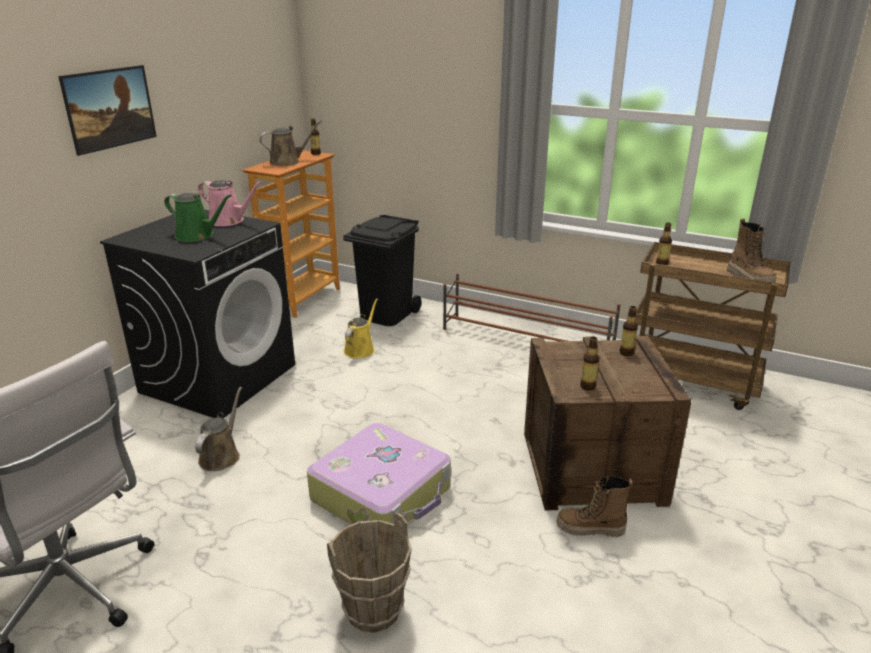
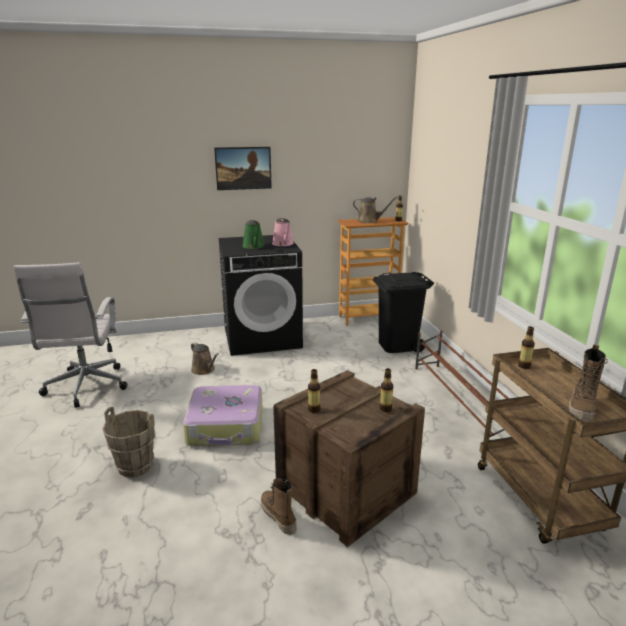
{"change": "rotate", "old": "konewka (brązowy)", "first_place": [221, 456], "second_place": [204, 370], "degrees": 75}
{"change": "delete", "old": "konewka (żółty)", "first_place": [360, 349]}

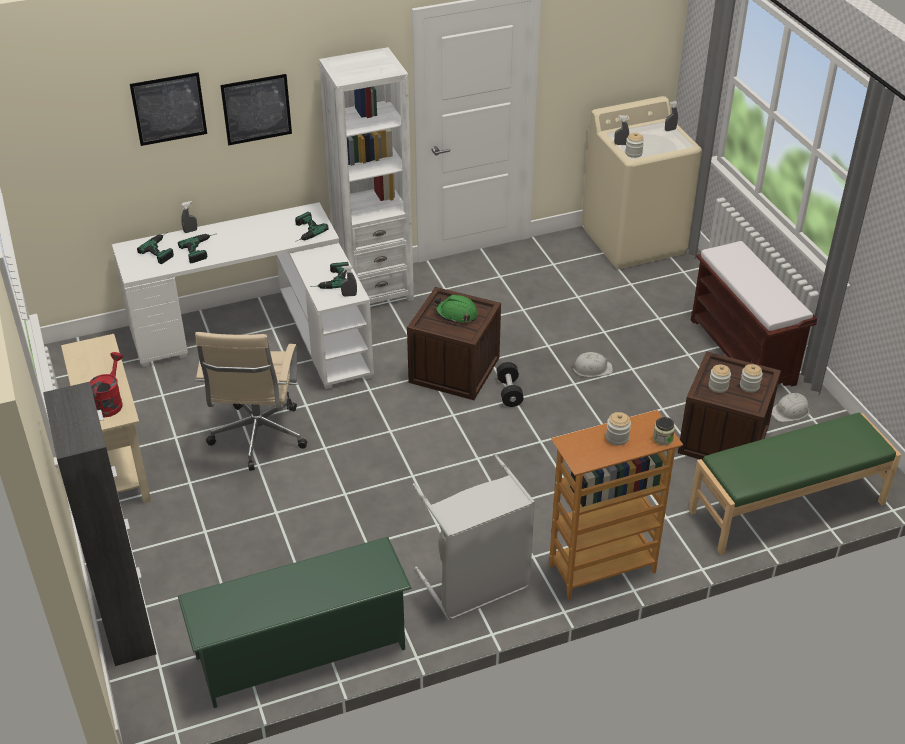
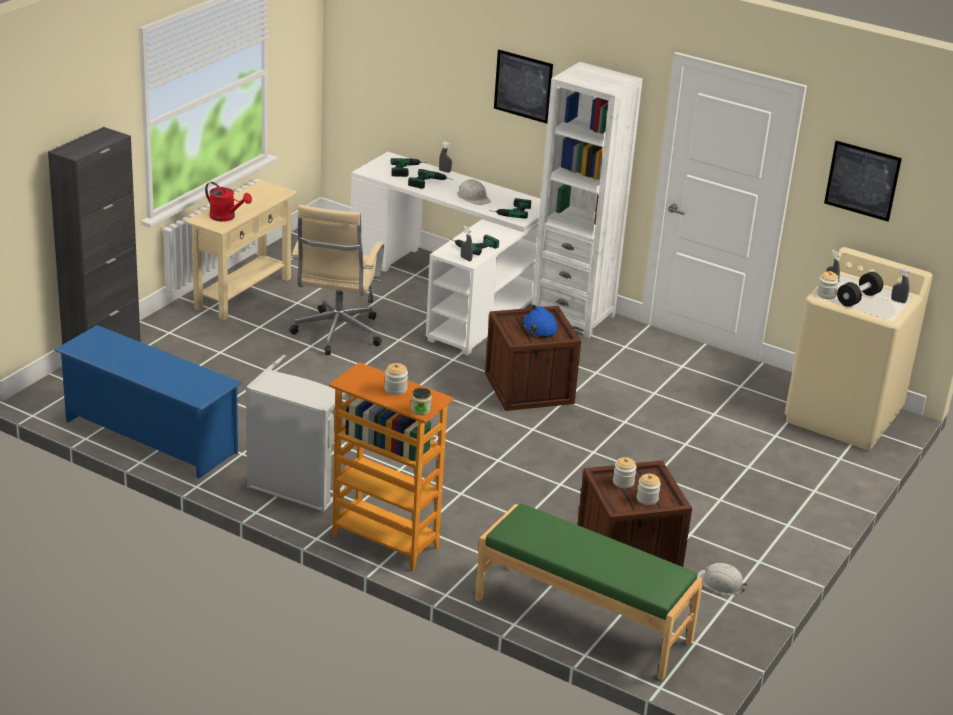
{"change": "recolor", "old": "regał na buty (zielony)", "new": "regał na buty (niebieski)", "first_place": [302, 653], "second_place": [150, 436]}
{"change": "rotate", "old": "konewka (czerwony)", "first_place": [110, 402], "second_place": [226, 217], "degrees": 60}
{"change": "rotate", "old": "krzesło biurowe (beżowy)", "first_place": [258, 439], "second_place": [337, 335], "degrees": -45}
{"change": "move", "old": "kask (biały)", "first_place": [592, 368], "second_place": [473, 197]}
{"change": "recolor", "old": "kask (zielony)", "new": "kask (niebieski)", "first_place": [456, 314], "second_place": [539, 328]}
{"change": "move", "old": "obraz", "first_place": [169, 109], "second_place": [862, 180]}
{"change": "move", "old": "hantel (czarny)", "first_place": [509, 392], "second_place": [858, 299]}
{"change": "delete", "old": "ławka (brązowy)", "first_place": [743, 352]}

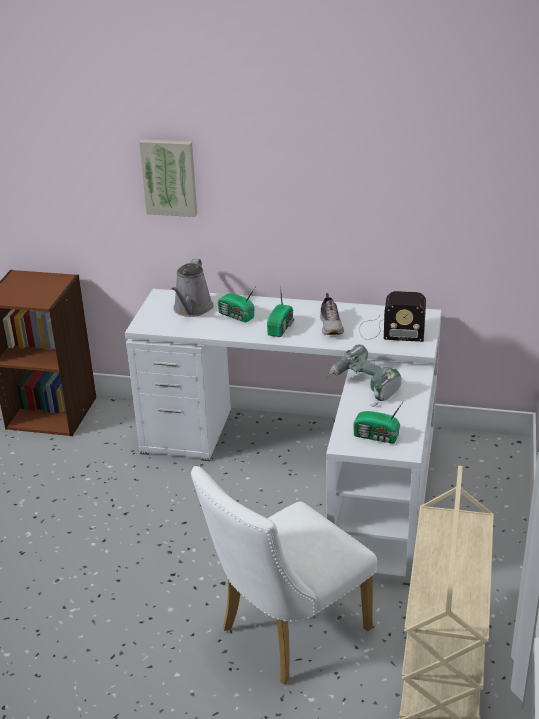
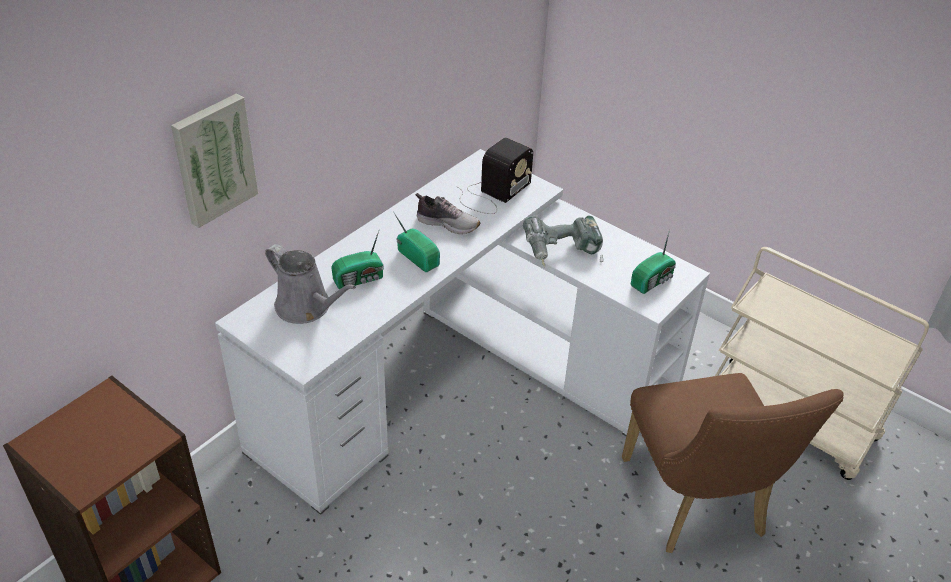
{"change": "recolor", "old": "krzesło (biały)", "new": "krzesło (brązowy)", "first_place": [286, 633], "second_place": [697, 505]}

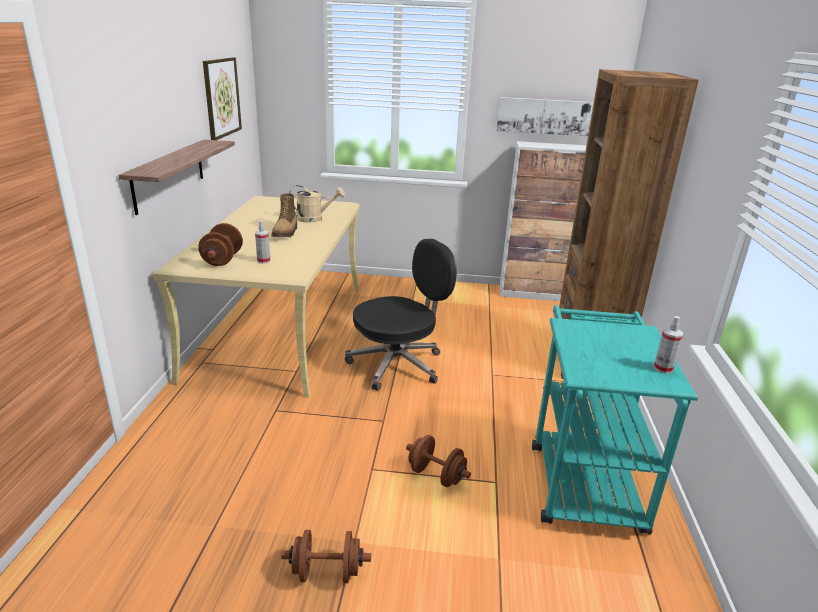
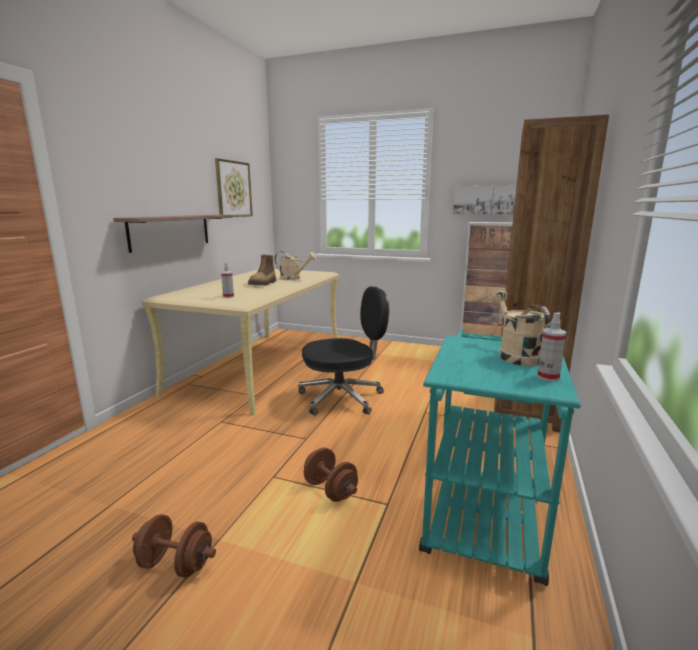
{"change": "insert", "new": "konewka (beżowy)", "second_place": [516, 355]}
{"change": "delete", "old": "hantel (brązowy)", "first_place": [222, 260]}

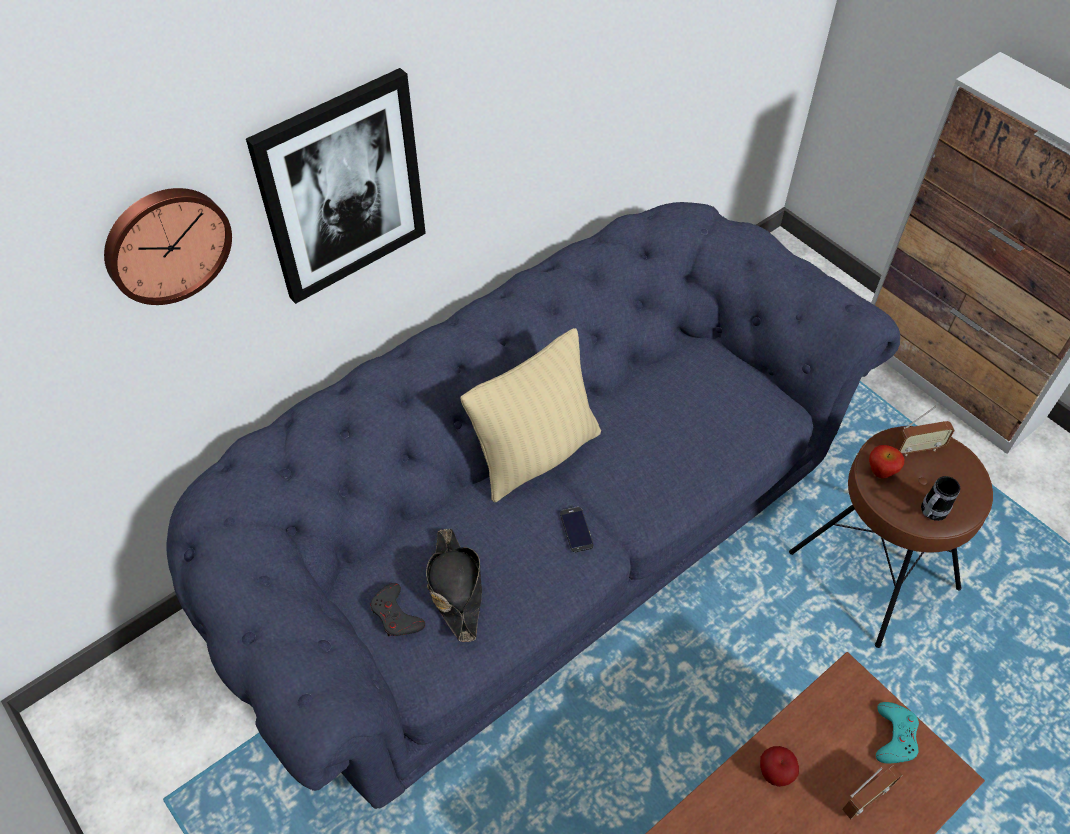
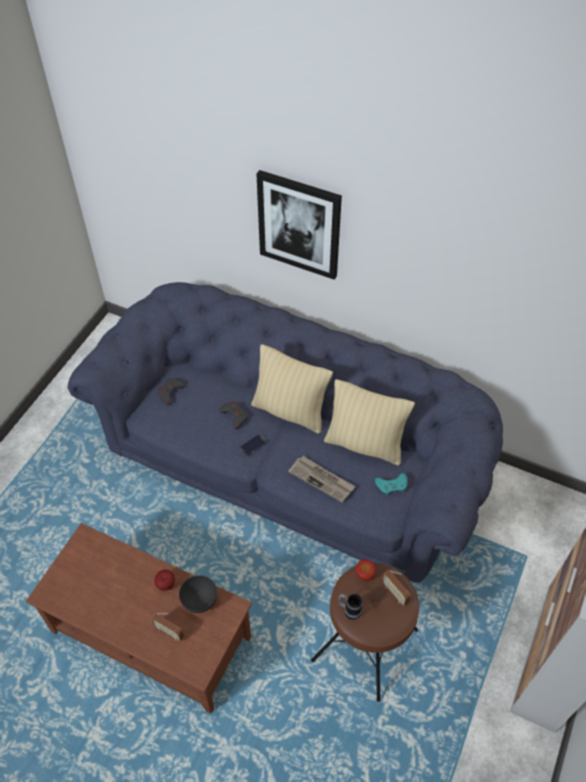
{"change": "insert", "new": "miska (szary)", "second_place": [200, 601]}
{"change": "insert", "new": "pad do gier (szary)", "second_place": [234, 416]}
{"change": "insert", "new": "gazeta", "second_place": [322, 479]}
{"change": "insert", "new": "poduszka (beżowy)", "second_place": [364, 444]}
{"change": "move", "old": "pad do gier (turkusowy)", "first_place": [895, 736], "second_place": [392, 485]}
{"change": "delete", "old": "zegar ścienny", "first_place": [166, 243]}
{"change": "delete", "old": "kapelusz (czarny)", "first_place": [456, 587]}

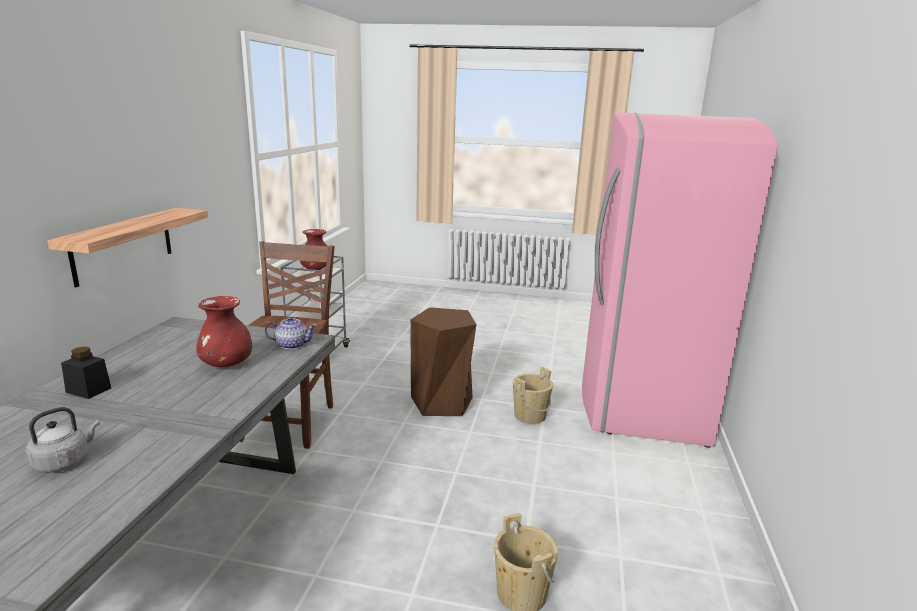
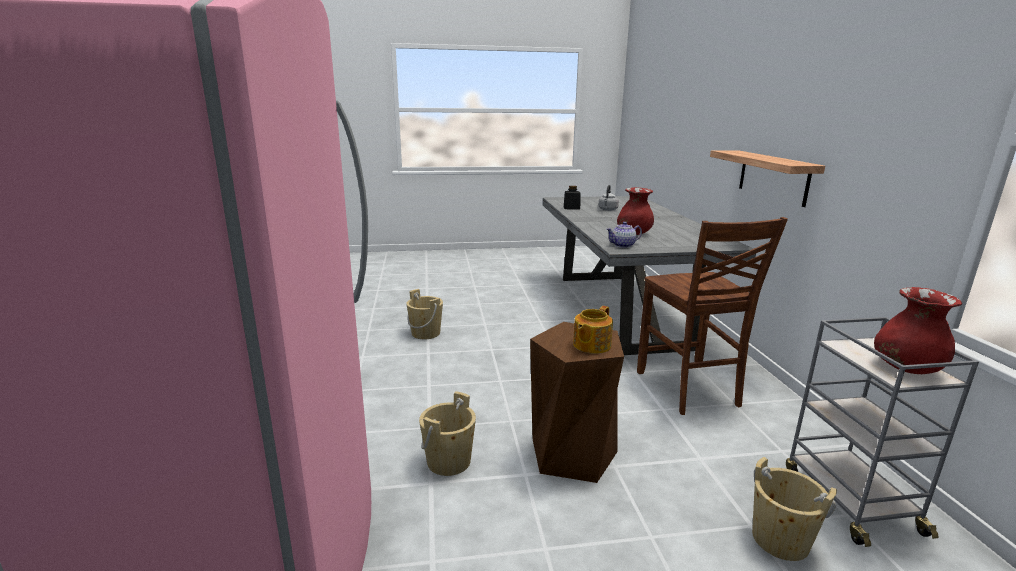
{"change": "move", "old": "słoik (czarny)", "first_place": [88, 390], "second_place": [571, 208]}
{"change": "insert", "new": "imbryk", "second_place": [591, 345]}
{"change": "insert", "new": "wiadro (beżowy)", "second_place": [780, 540]}

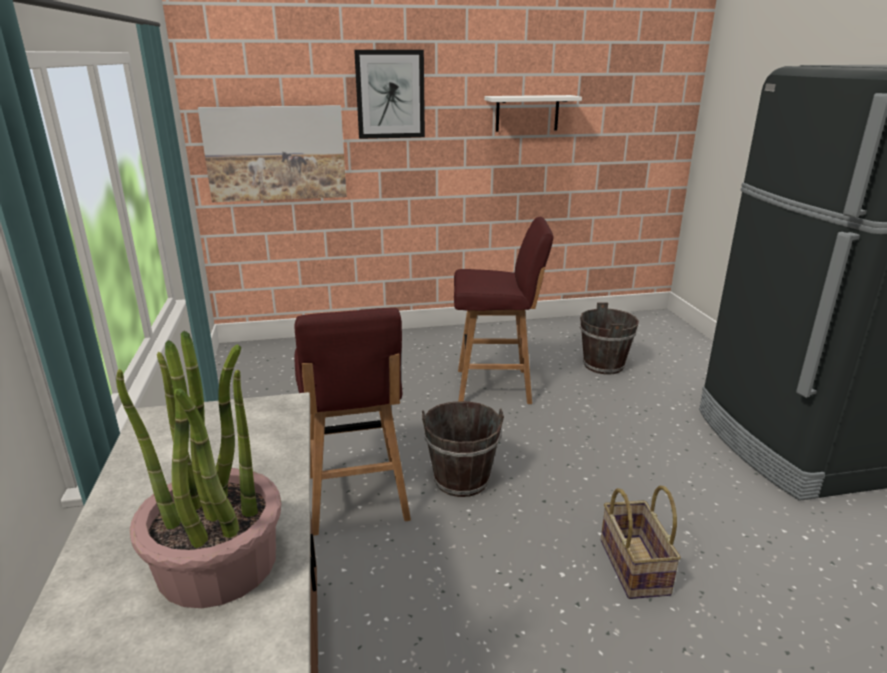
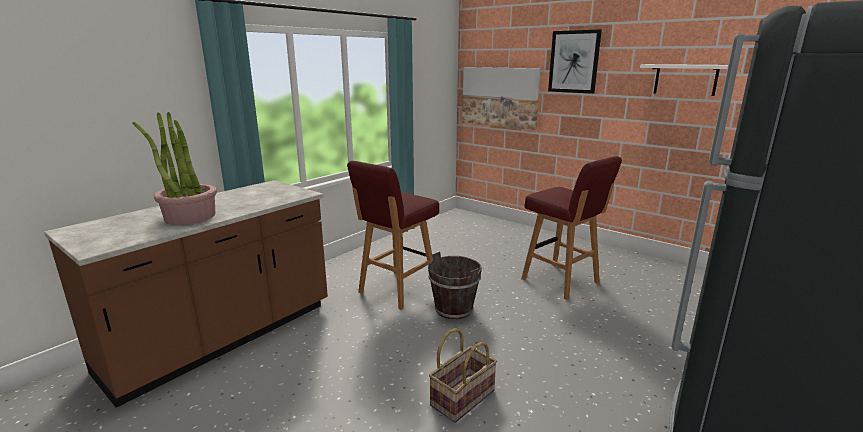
{"change": "delete", "old": "wiadro (brązowy)", "first_place": [604, 365]}

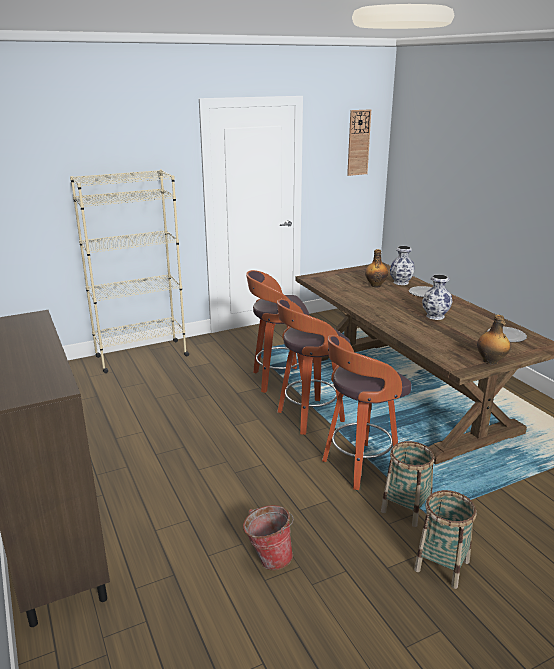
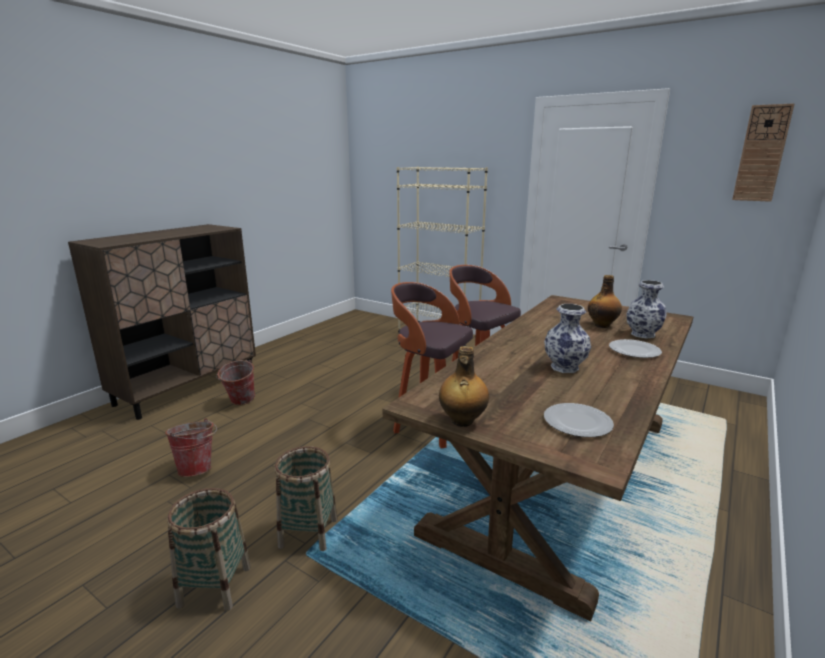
{"change": "insert", "new": "wiadro", "second_place": [239, 402]}
{"change": "delete", "old": "stołek", "first_place": [359, 467]}

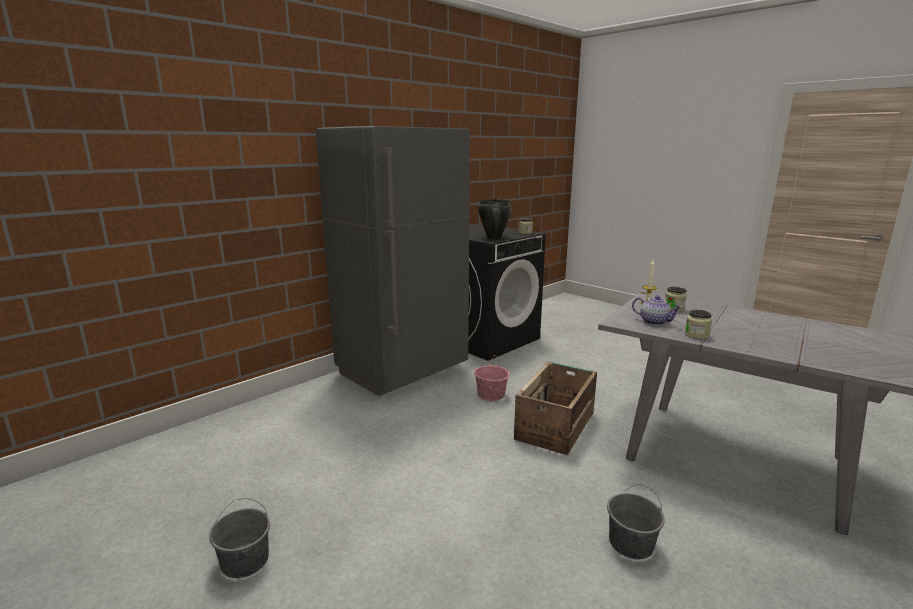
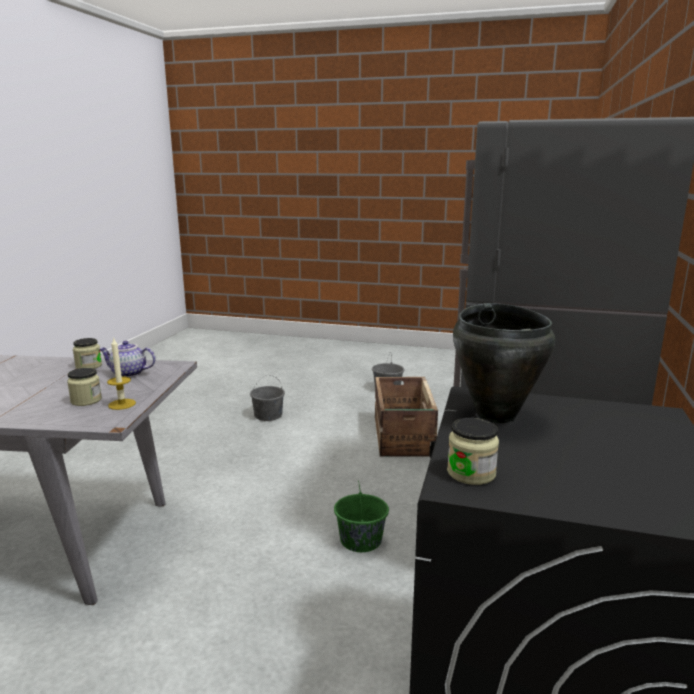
{"change": "move", "old": "wiadro (szary)", "first_place": [630, 543], "second_place": [268, 415]}
{"change": "recolor", "old": "wiadro (różowy)", "new": "wiadro (zielony)", "first_place": [491, 394], "second_place": [361, 540]}
{"change": "move", "old": "skrzynka", "first_place": [556, 425], "second_place": [402, 437]}

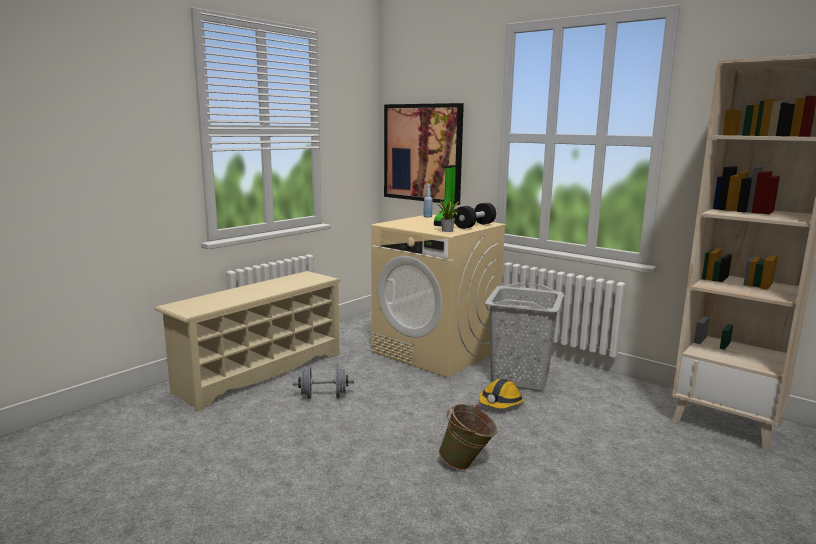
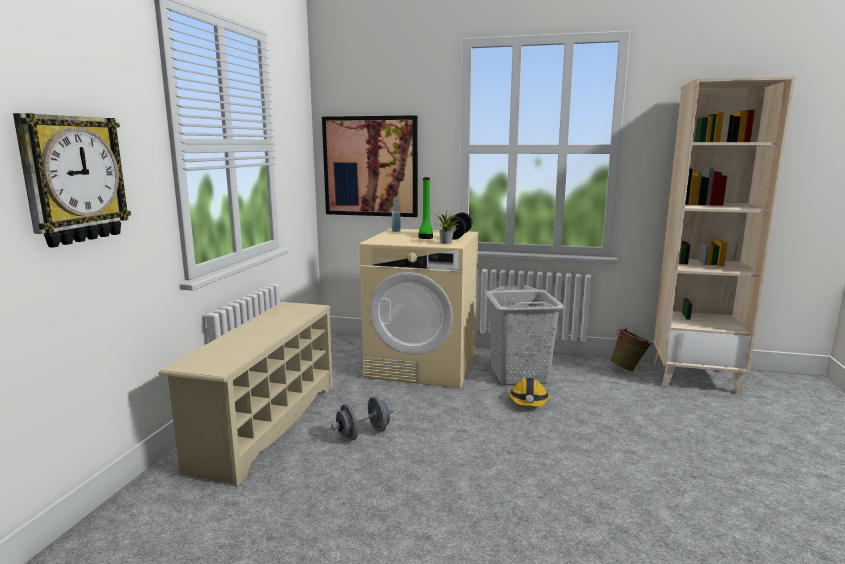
{"change": "insert", "new": "zegar ścienny", "second_place": [73, 179]}
{"change": "move", "old": "wiadro (zielony)", "first_place": [467, 465], "second_place": [629, 369]}

